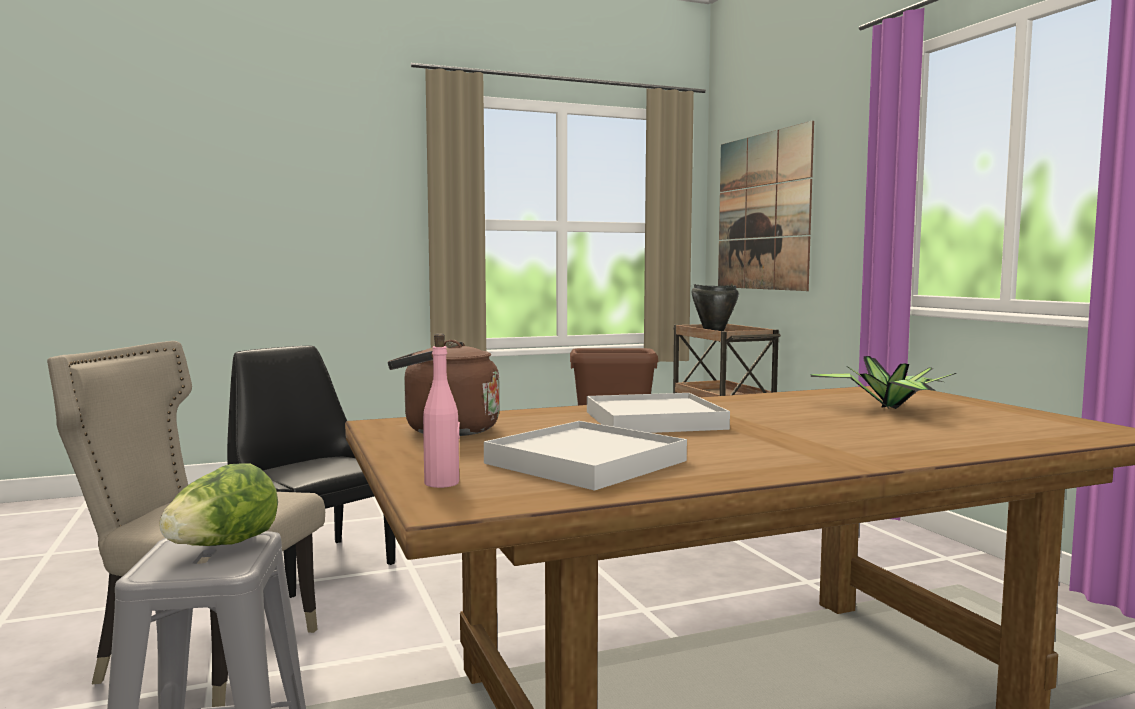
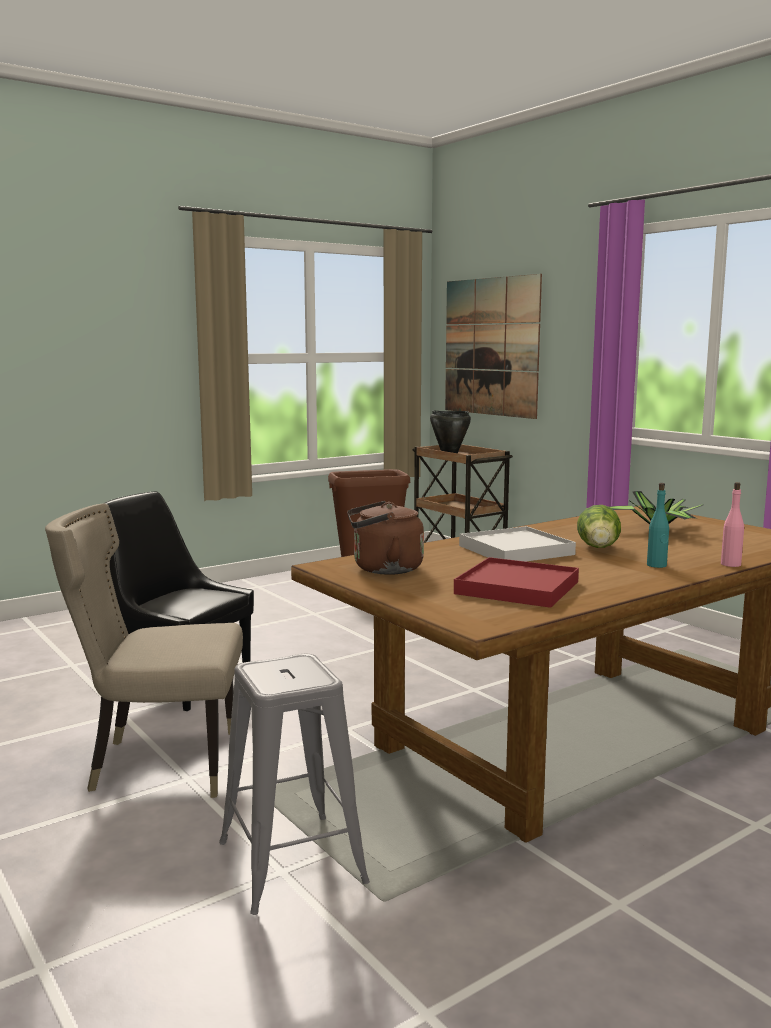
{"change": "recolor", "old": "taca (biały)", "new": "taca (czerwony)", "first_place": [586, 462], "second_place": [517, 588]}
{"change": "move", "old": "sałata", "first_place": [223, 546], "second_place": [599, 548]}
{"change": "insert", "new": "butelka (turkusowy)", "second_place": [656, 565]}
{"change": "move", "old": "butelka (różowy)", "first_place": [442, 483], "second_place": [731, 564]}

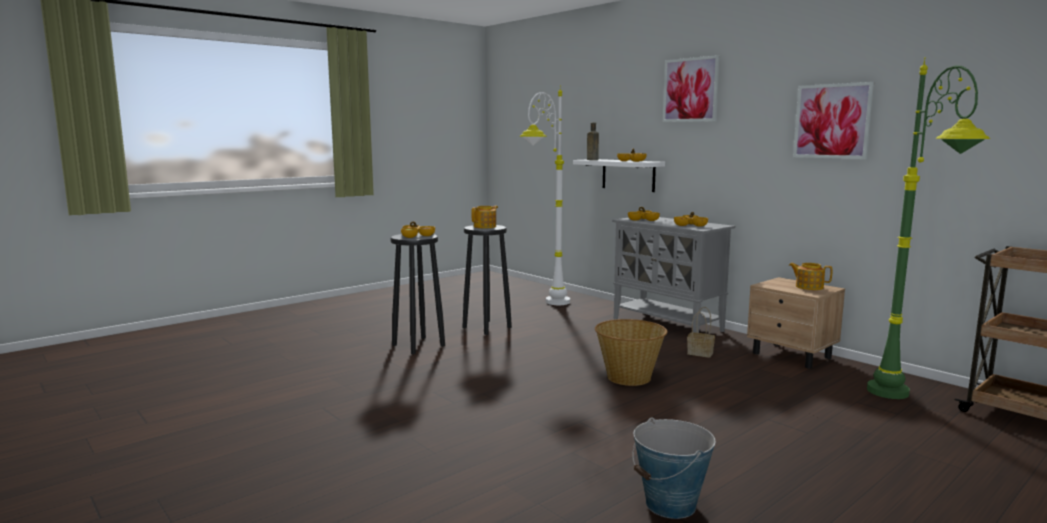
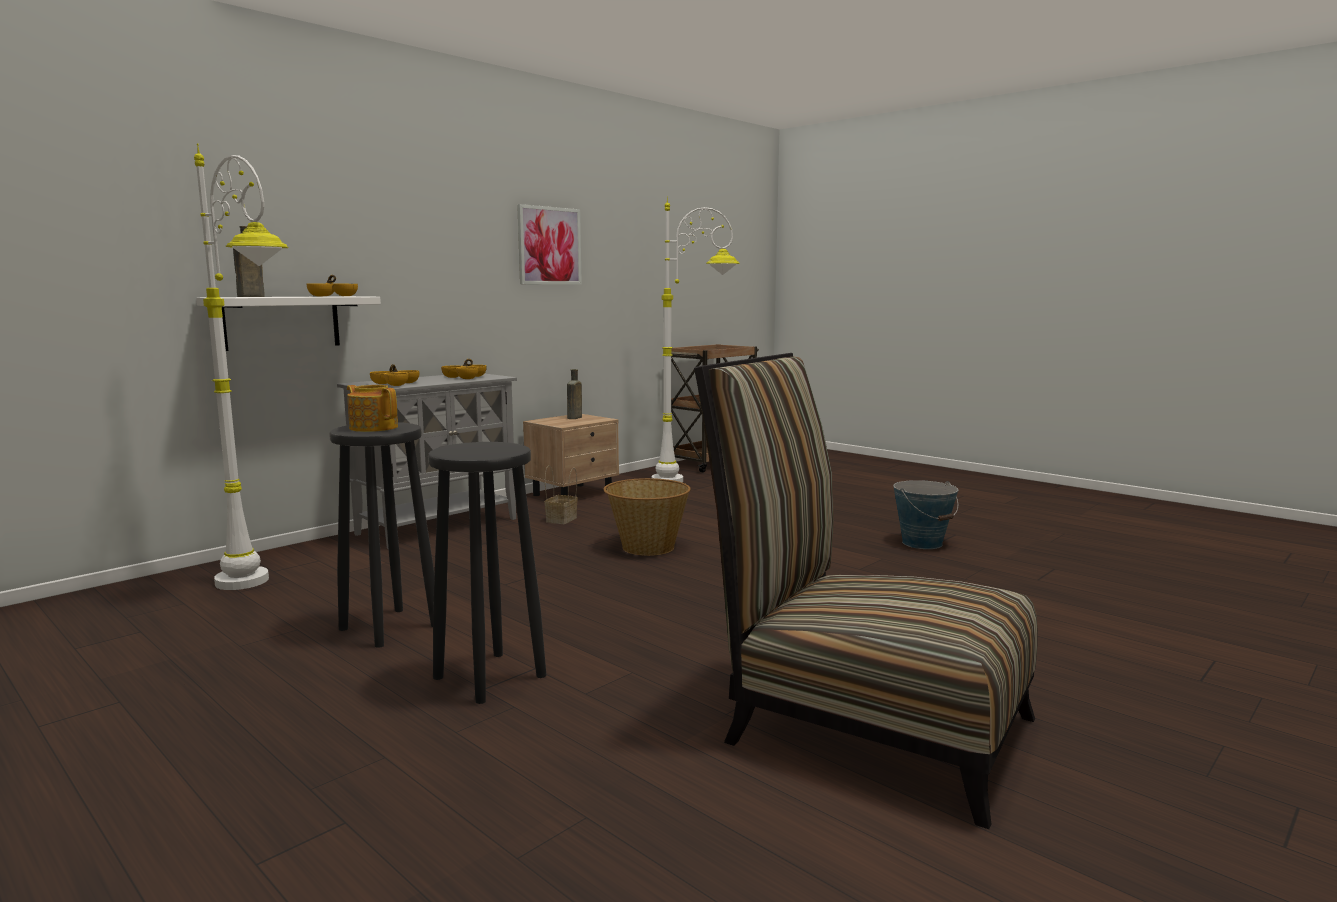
{"change": "replace", "old": "imbryk", "new": "butelka (brązowy)", "first_place": [808, 287], "second_place": [574, 418]}
{"change": "recolor", "old": "lampa stojąca (zielony)", "new": "lampa stojąca (biały)", "first_place": [907, 404], "second_place": [694, 480]}
{"change": "insert", "new": "krzesło", "second_place": [862, 723]}
{"change": "delete", "old": "miska", "first_place": [416, 236]}
{"change": "delete", "old": "obraz", "first_place": [690, 90]}

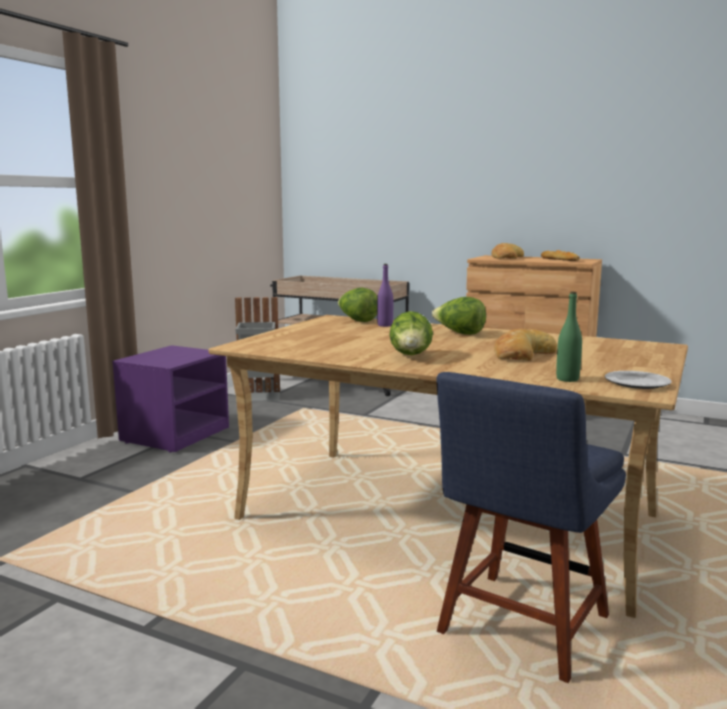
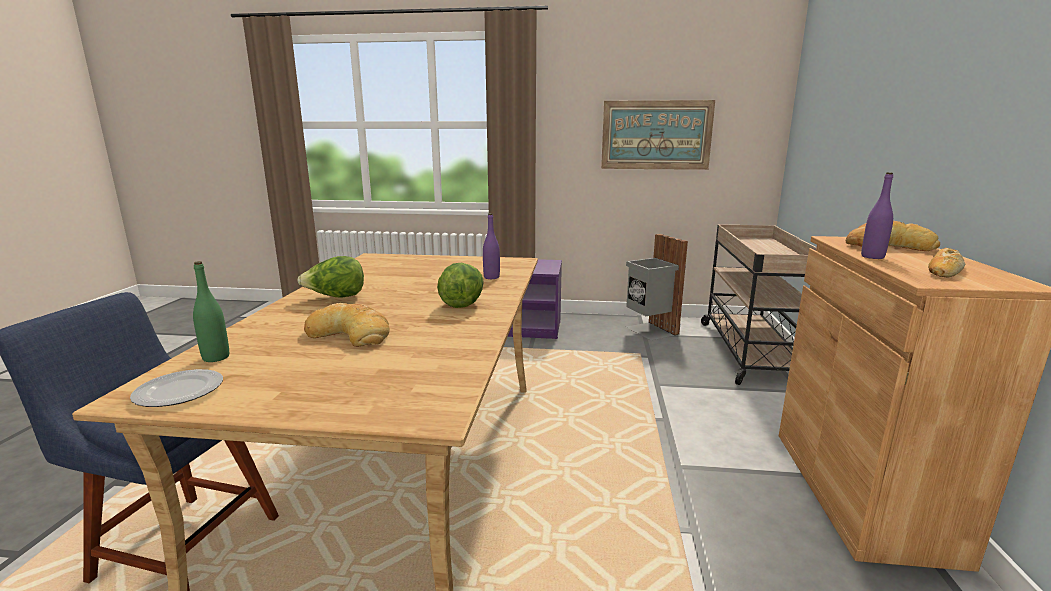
{"change": "insert", "new": "obraz", "second_place": [656, 135]}
{"change": "insert", "new": "butelka (fioletowy)", "second_place": [872, 257]}
{"change": "delete", "old": "sałata", "first_place": [357, 321]}

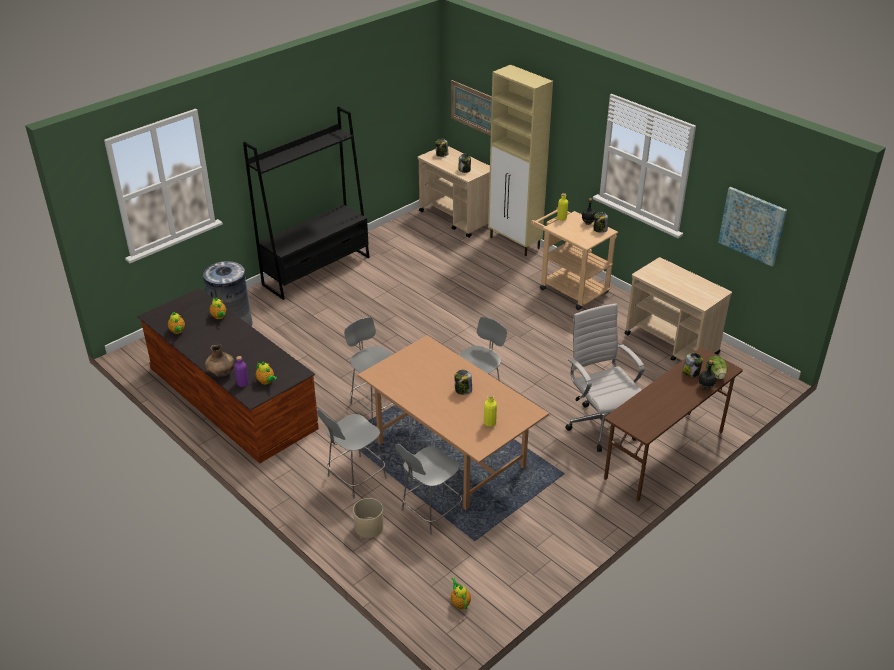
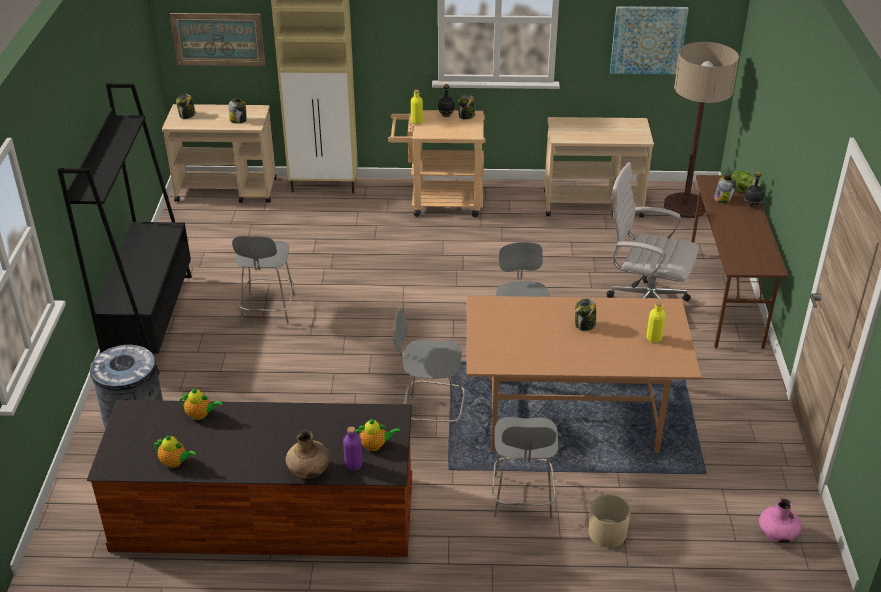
{"change": "move", "old": "krzesło (szary)", "first_place": [430, 512], "second_place": [268, 310]}
{"change": "insert", "new": "lampa stojąca", "second_place": [685, 206]}
{"change": "replace", "old": "imbryk", "new": "wazon (różowy)", "first_place": [460, 602], "second_place": [777, 535]}

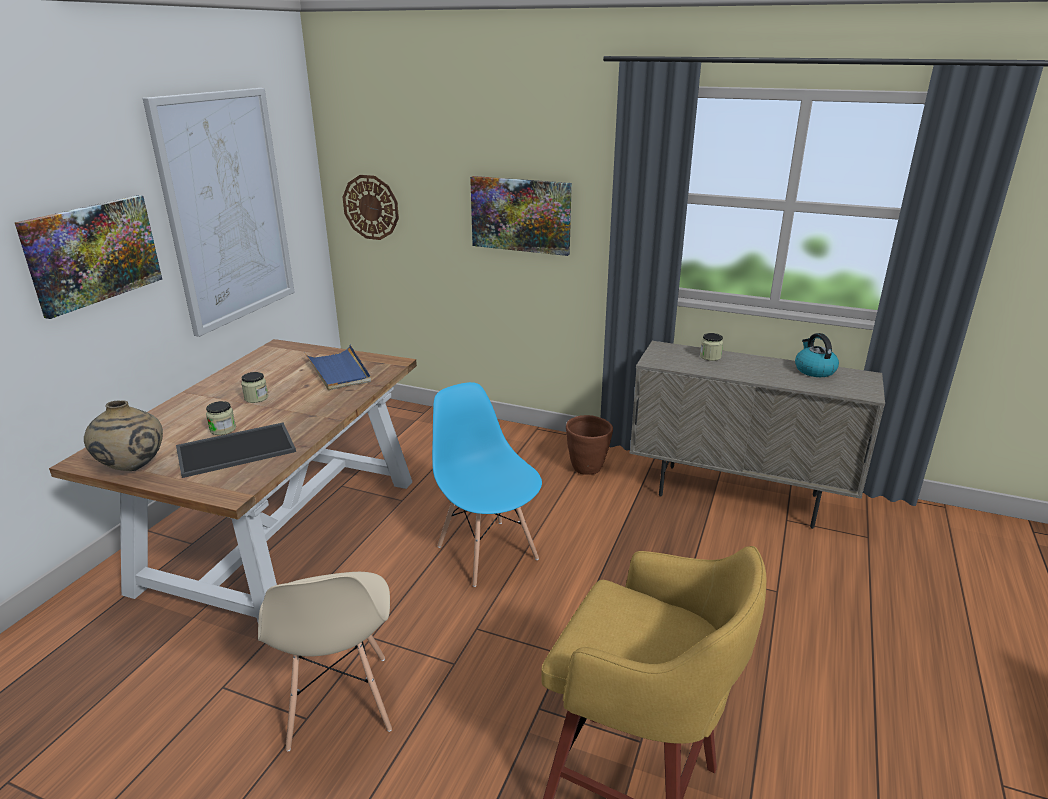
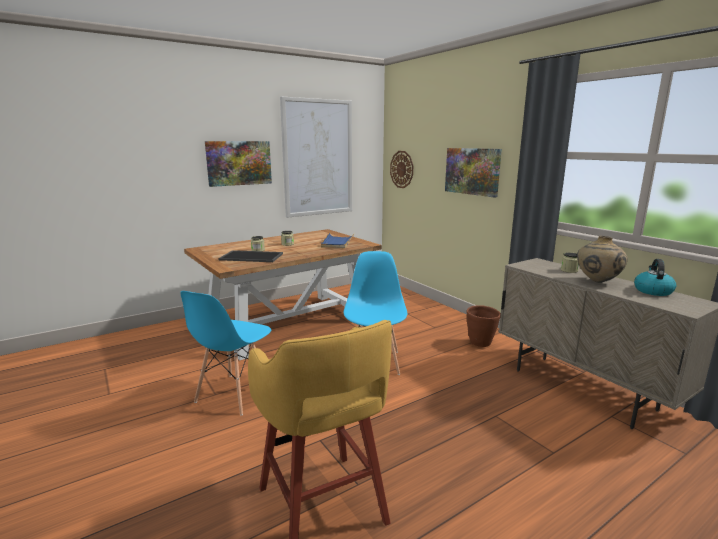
{"change": "recolor", "old": "krzesło (beżowy)", "new": "krzesło (niebieski)", "first_place": [338, 702], "second_place": [234, 394]}
{"change": "move", "old": "wazon (beżowy)", "first_place": [133, 468], "second_place": [597, 282]}

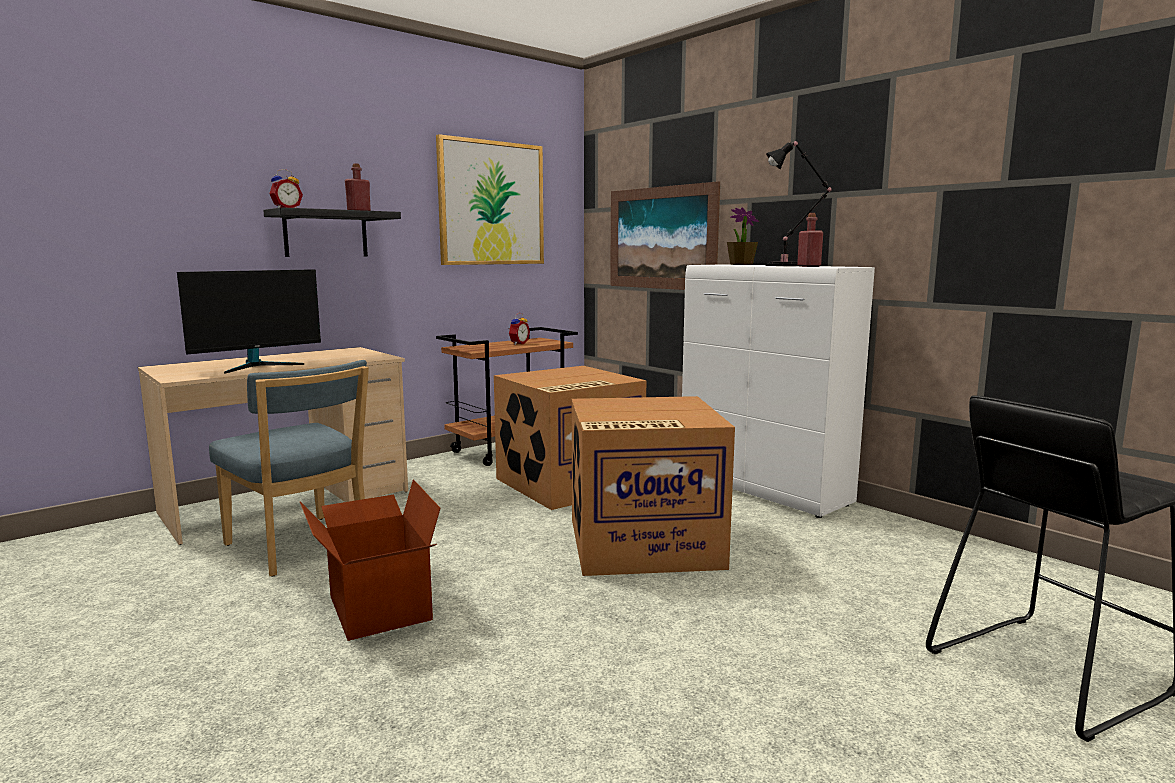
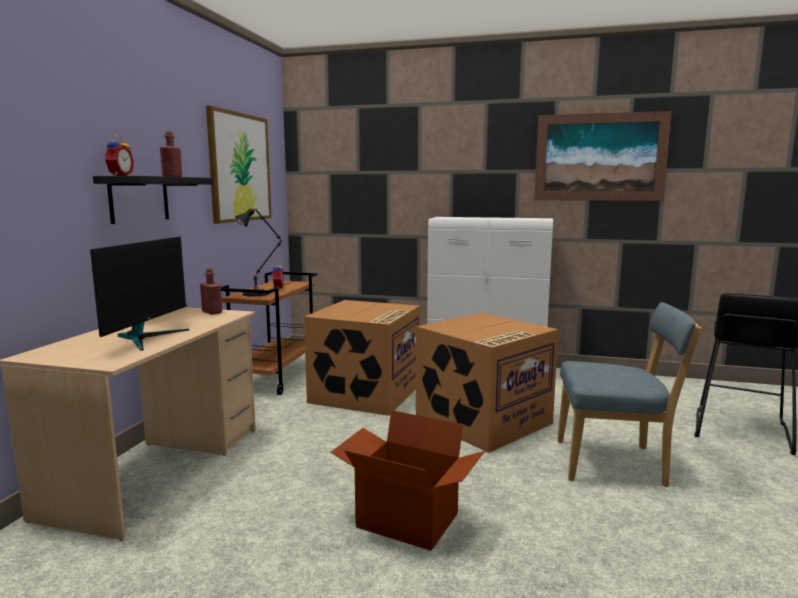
{"change": "move", "old": "butelka (czerwony)", "first_place": [808, 266], "second_place": [212, 312]}
{"change": "move", "old": "lampa stołowa (czarny)", "first_place": [787, 265], "second_place": [258, 293]}
{"change": "move", "old": "obraz", "first_place": [661, 238], "second_place": [599, 157]}
{"change": "move", "old": "krzesło (niebieski)", "first_place": [301, 547], "second_place": [615, 463]}
{"change": "delete", "old": "roślina doniczkowa", "first_place": [741, 264]}

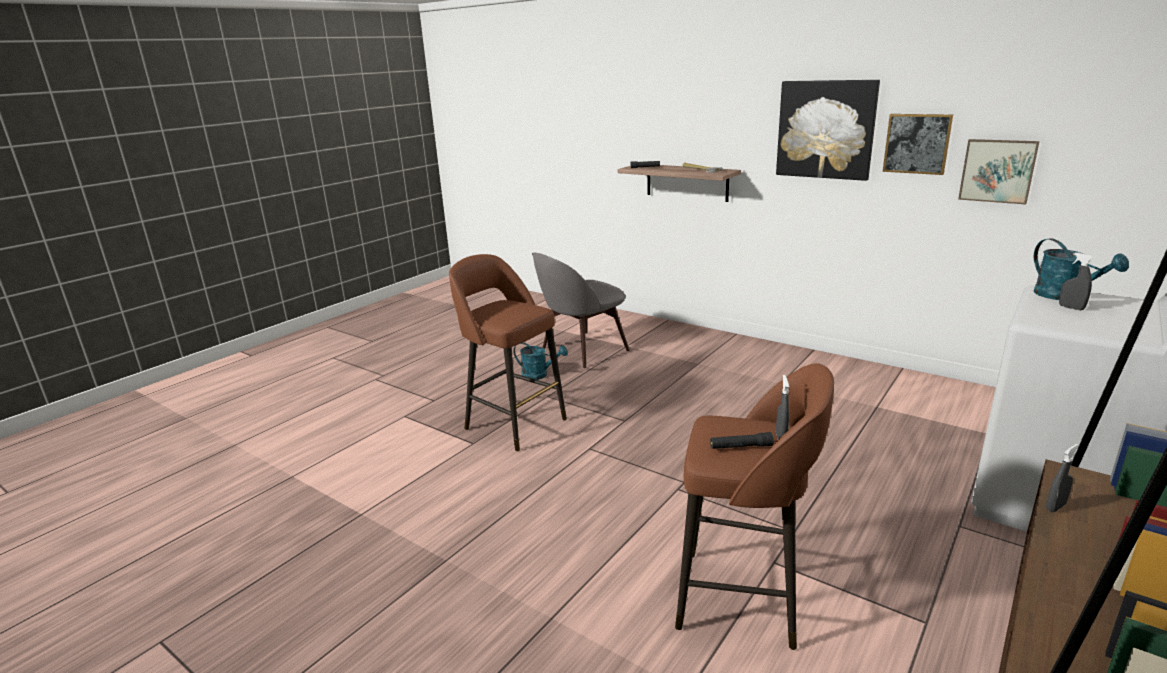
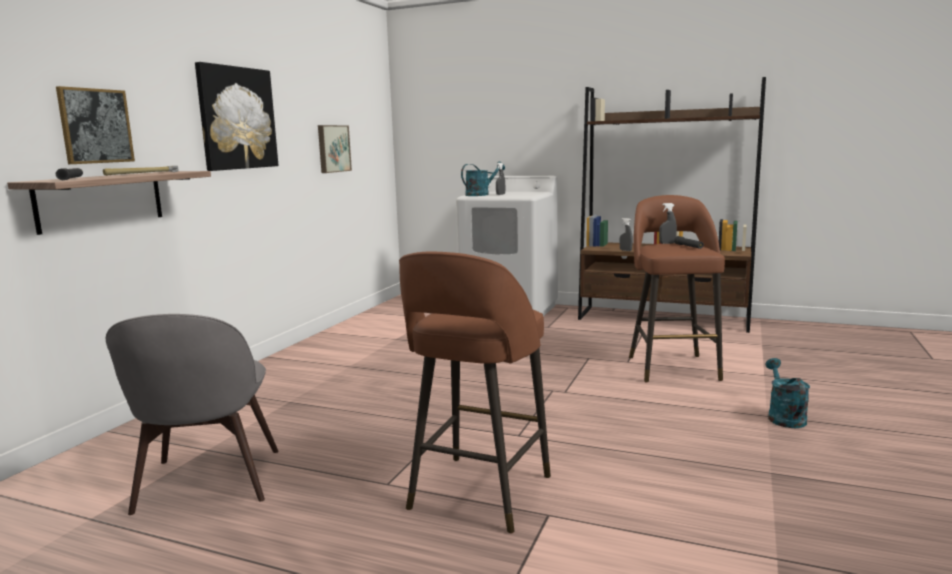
{"change": "move", "old": "obraz", "first_place": [917, 143], "second_place": [95, 126]}
{"change": "rotate", "old": "krzesło (szary)", "first_place": [582, 350], "second_place": [207, 483], "degrees": 45}
{"change": "move", "old": "konewka (turkusowy)", "first_place": [539, 375], "second_place": [783, 417]}

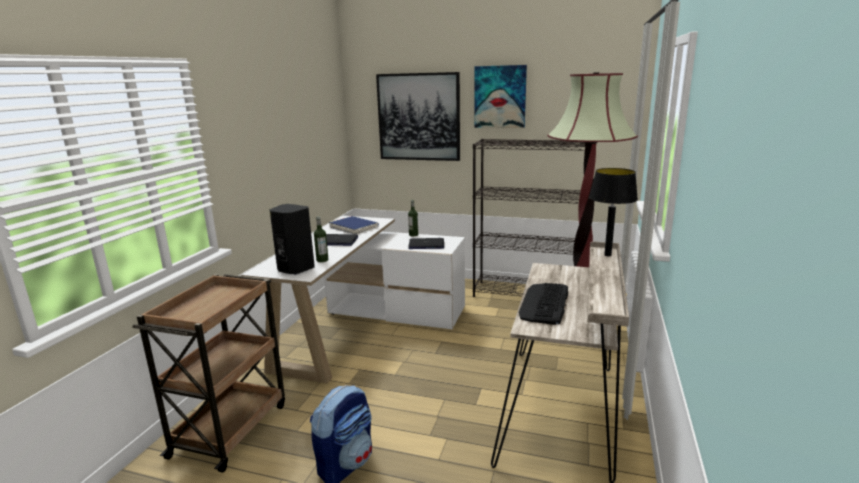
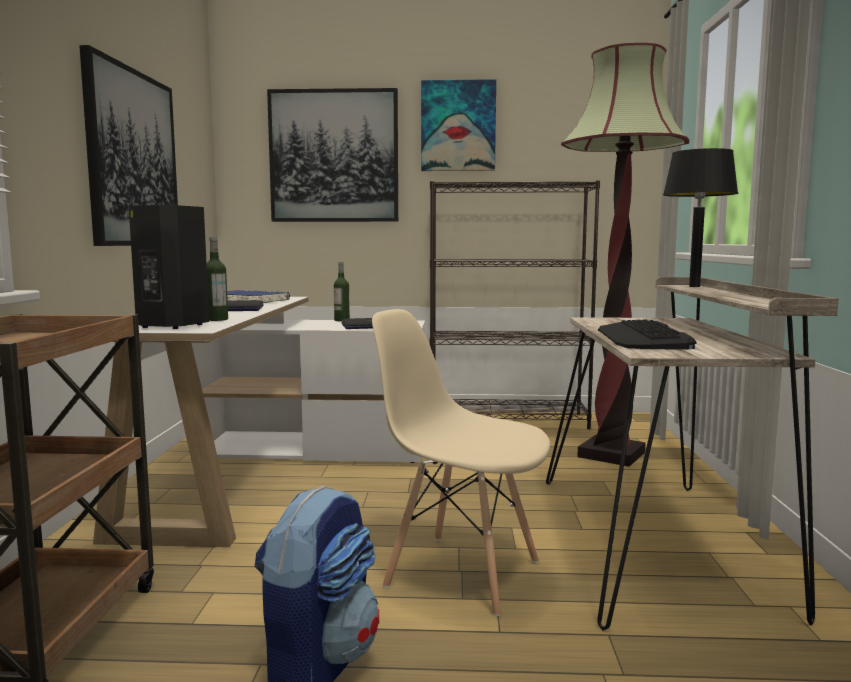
{"change": "insert", "new": "obraz", "second_place": [132, 159]}
{"change": "insert", "new": "krzesło (beżowy)", "second_place": [461, 572]}

